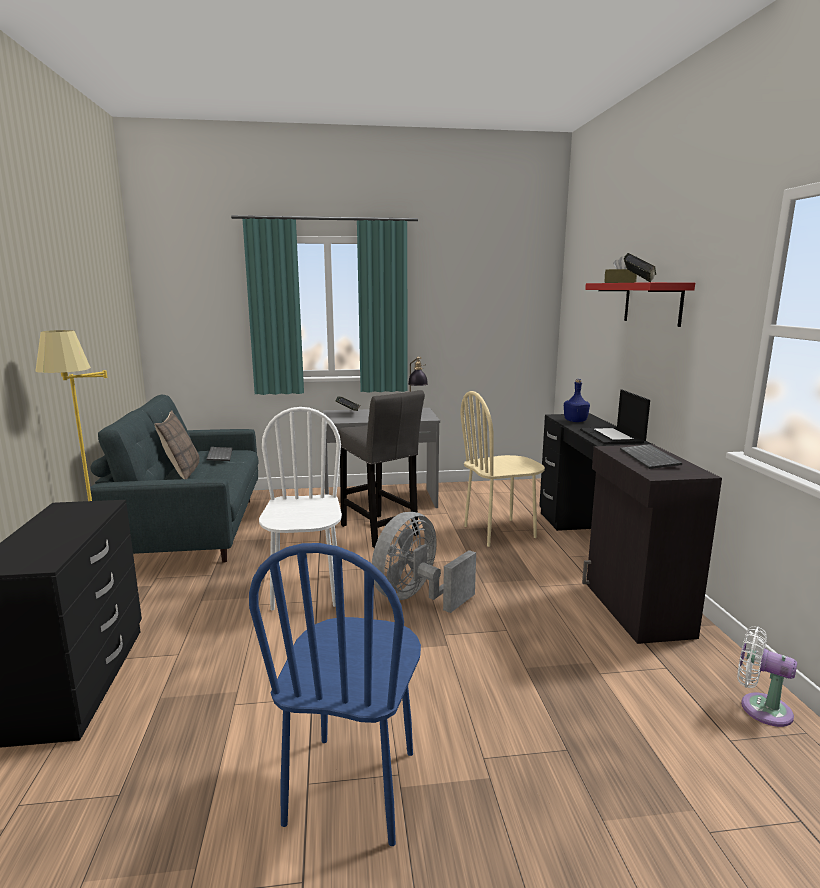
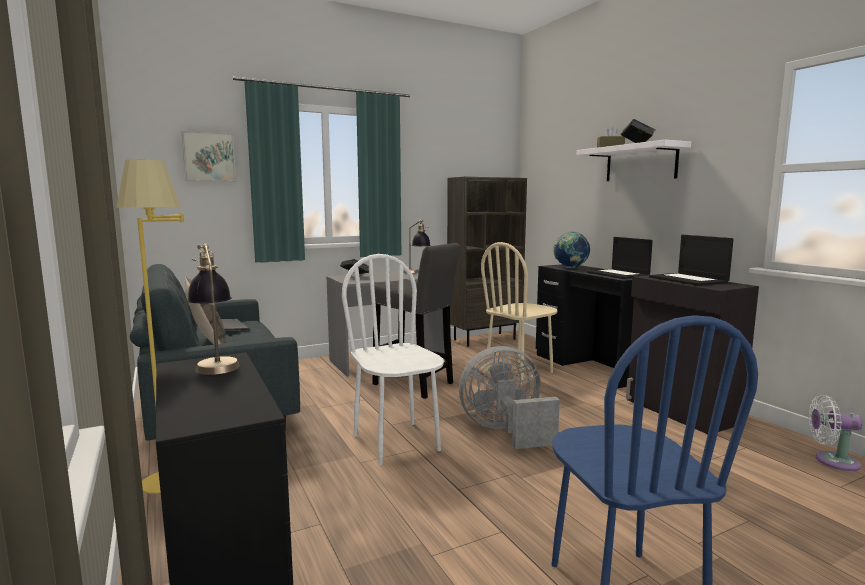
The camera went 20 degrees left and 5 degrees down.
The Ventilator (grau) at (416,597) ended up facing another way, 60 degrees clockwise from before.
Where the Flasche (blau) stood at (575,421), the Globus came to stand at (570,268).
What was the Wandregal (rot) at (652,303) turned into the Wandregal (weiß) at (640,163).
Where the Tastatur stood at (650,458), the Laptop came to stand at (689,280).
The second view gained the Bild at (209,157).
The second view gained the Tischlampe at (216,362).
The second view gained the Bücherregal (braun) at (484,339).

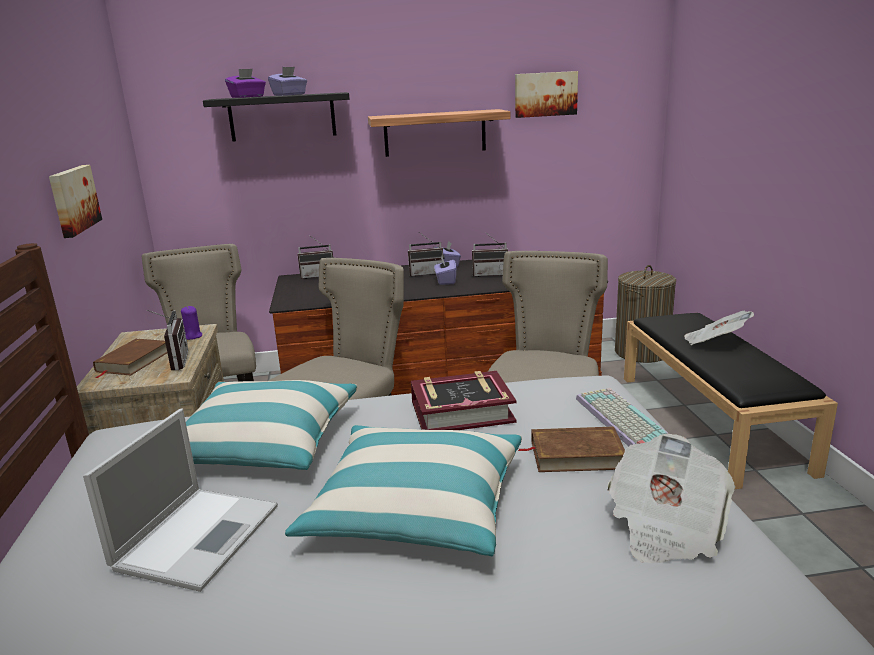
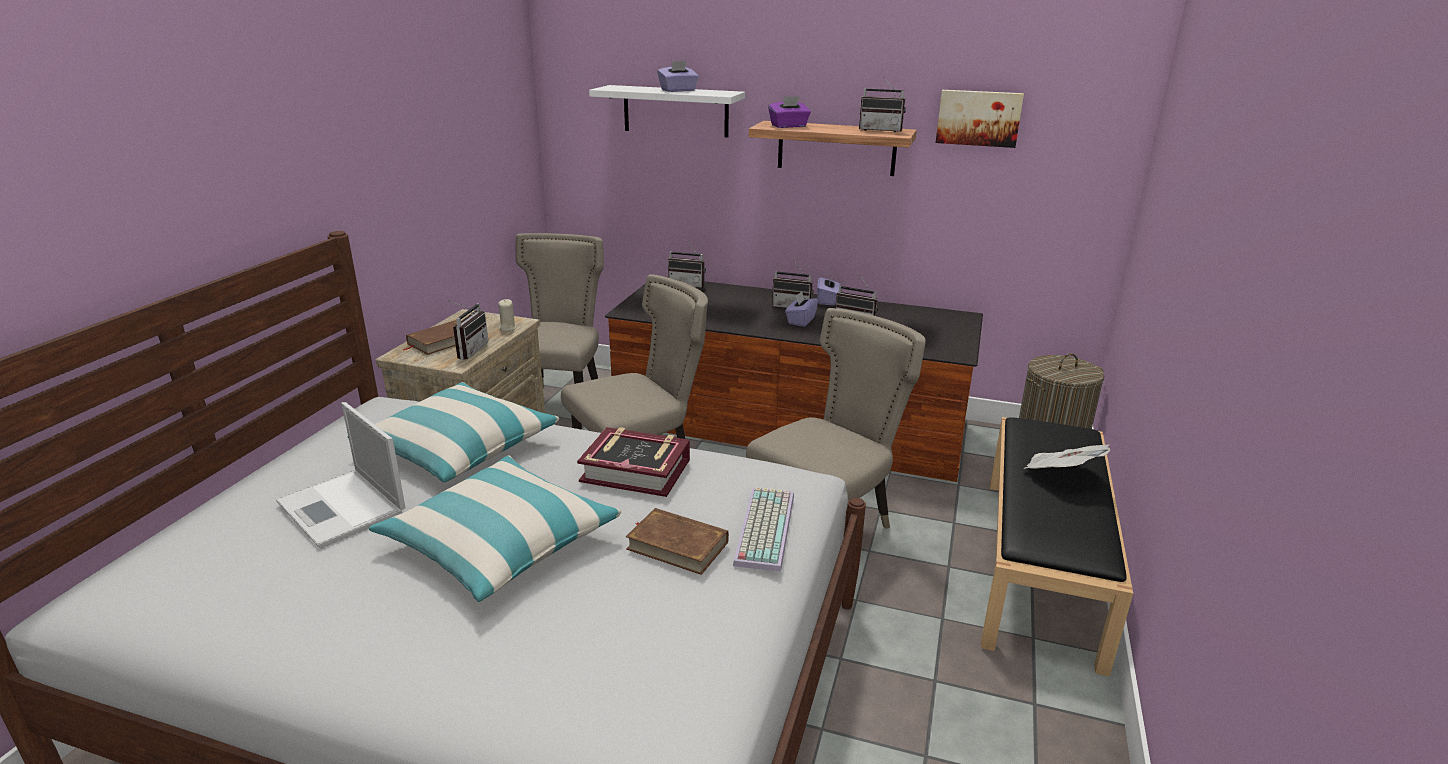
The camera went 25 degrees right and 5 degrees up.
The second view lost the Bild at (73,200).
The Laptop at (199,535) ended up facing another way, 90 degrees clockwise from before.
What was the Kerze (lila) at (192,336) turned into the Kerze (beige) at (507,328).
What was the Wandregal (schwarz) at (282,117) turned into the Wandregal (weiß) at (675,111).
The Taschentuchbox (lila) ended up elsewhere, having gone from (247,97) to (788,126).
The second view lost the Zeitung at (665,527).
The second view gained the Radio at (881,130).

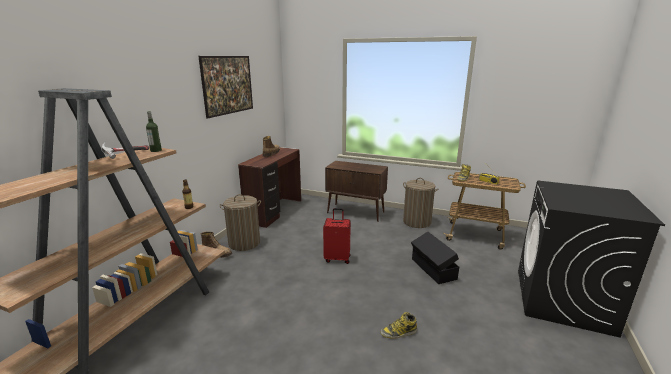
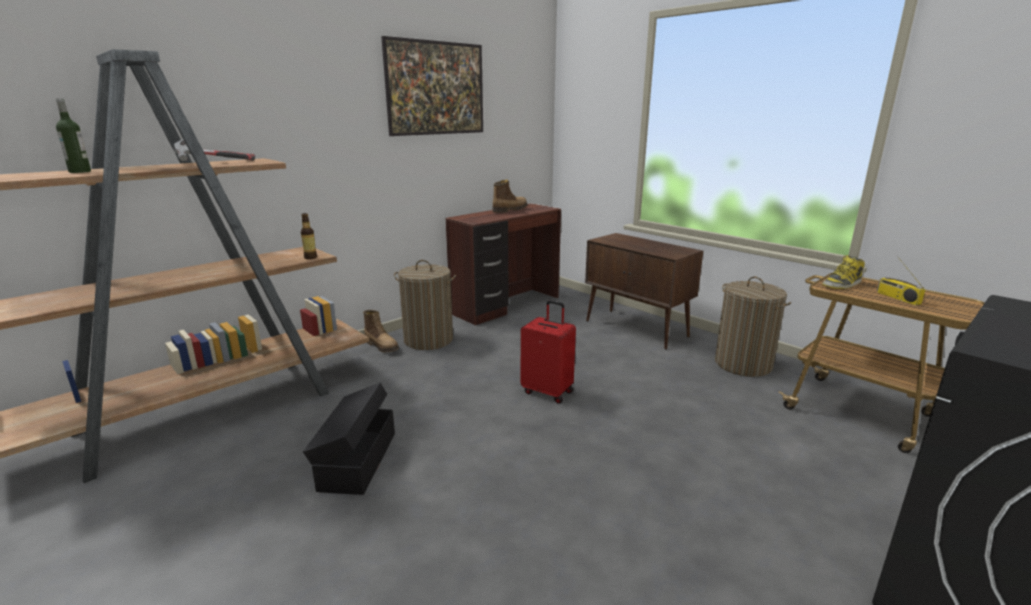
The camera went 25 degrees right and 0 degrees up.
The Flasche ended up elsewhere, having gone from (156,150) to (80,171).
The second view lost the Stiefel at (398,332).
The Aufbewahrungsbox (schwarz) ended up elsewhere, having gone from (433,269) to (356,461).

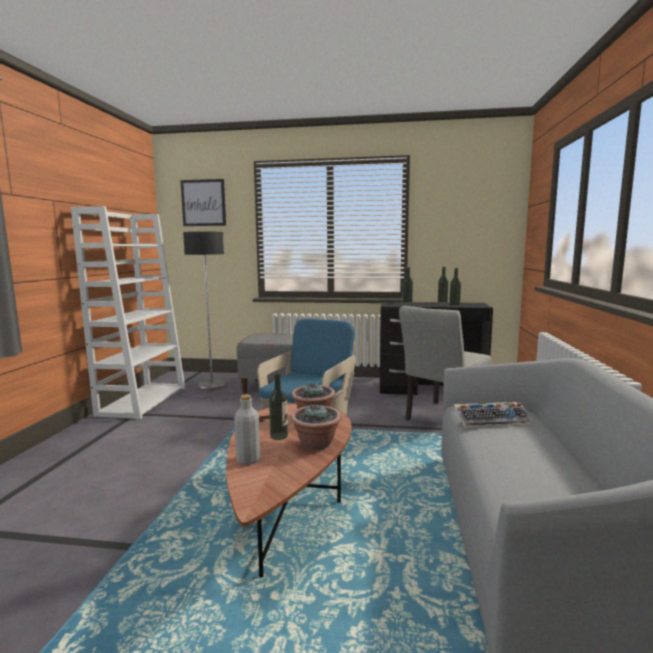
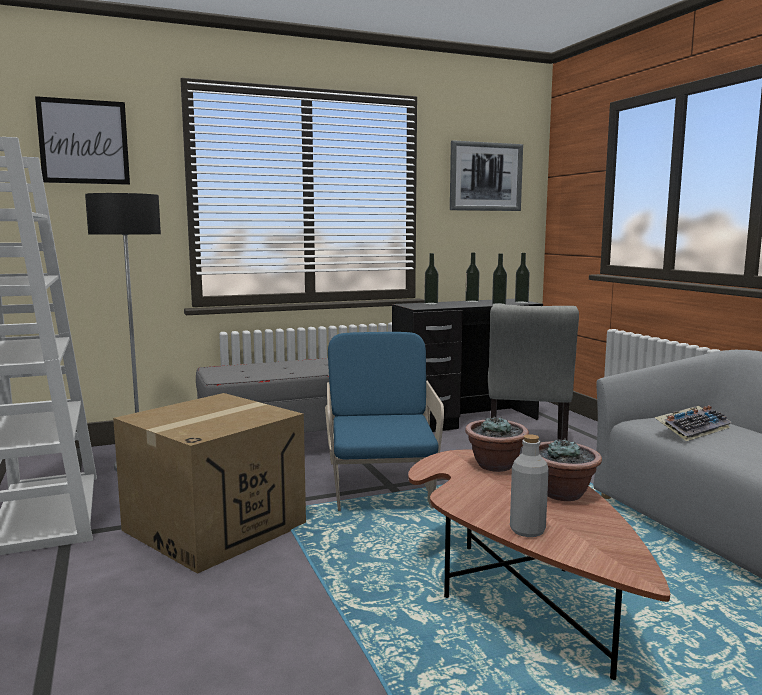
The camera went 30 degrees left and 0 degrees up.
The Flasche ended up elsewhere, having gone from (279,436) to (521,302).
The second view gained the Karton at (214,527).
The second view gained the Bild at (485,177).

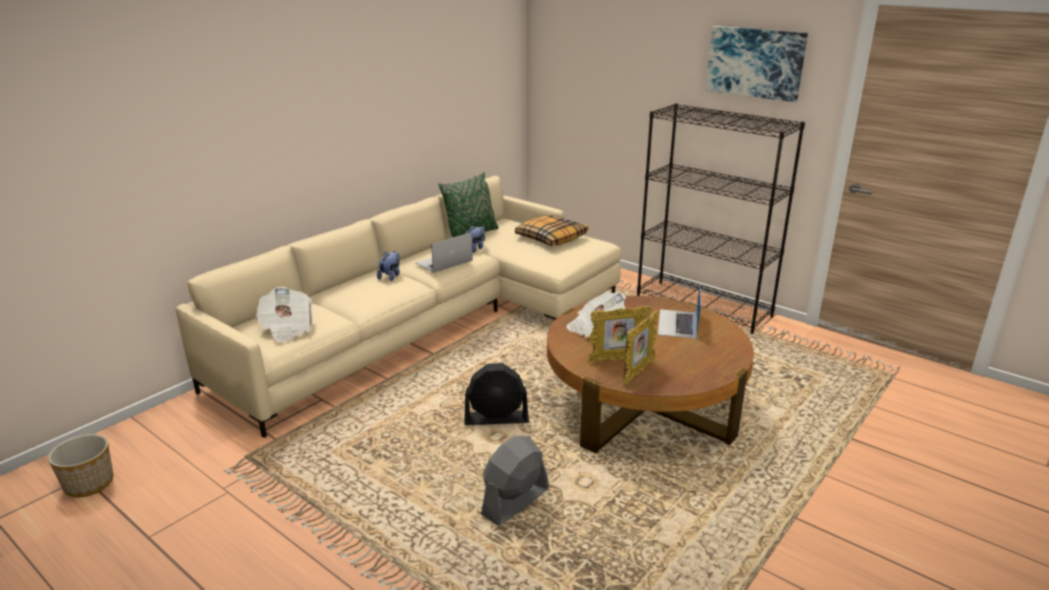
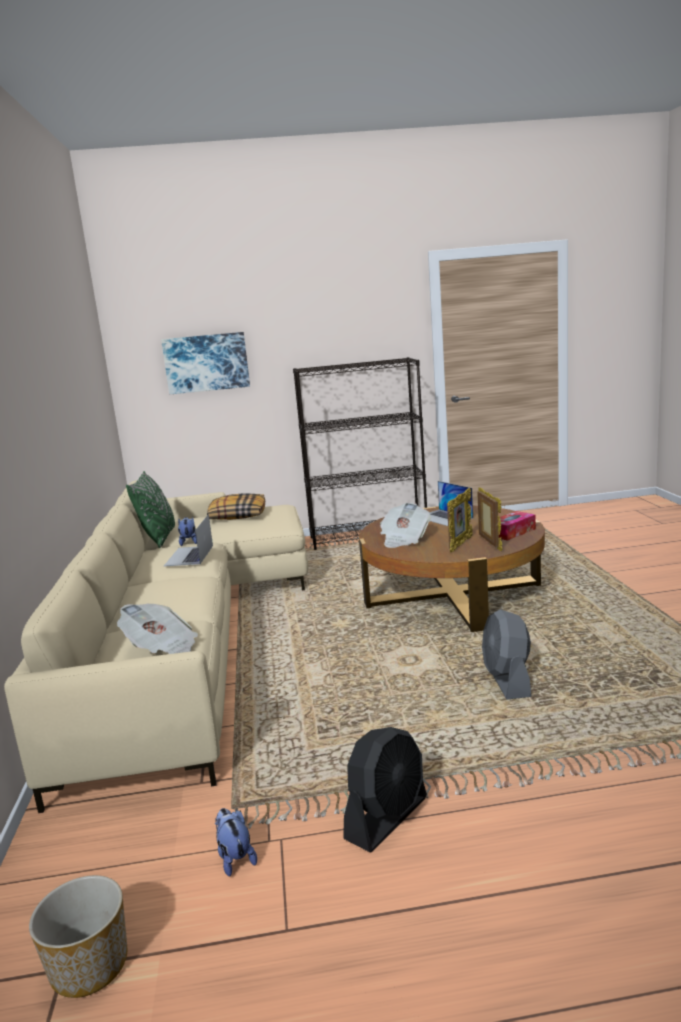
The camera went 45 degrees left and 10 degrees down.
The Plüschtier ended up elsewhere, having gone from (390,276) to (235,858).
The Ventilator (schwarz) ended up elsewhere, having gone from (496,419) to (387,818).
The Bild ended up elsewhere, having gone from (755,62) to (206,363).
The second view gained the Taschentuchbox at (512,532).

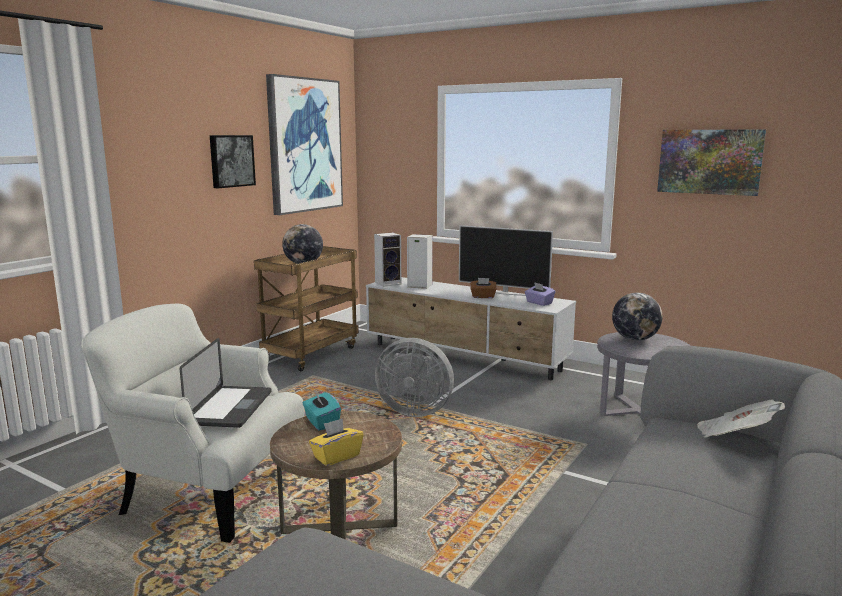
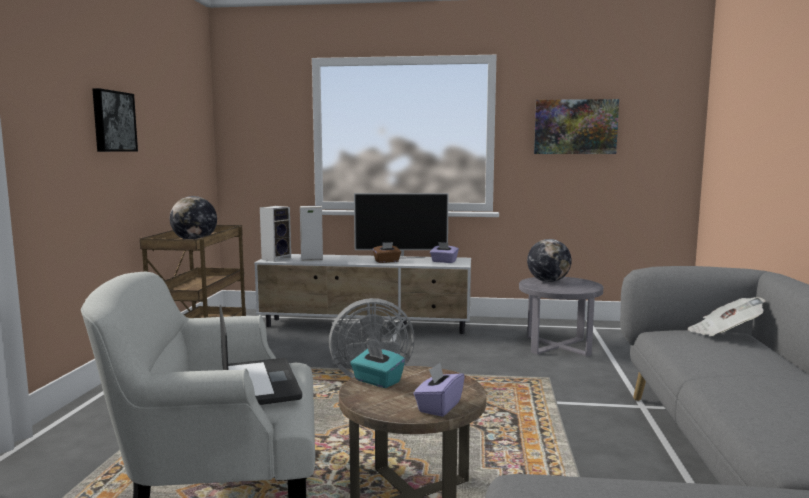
The camera went 25 degrees left and 5 degrees down.
The second view lost the Bild at (304,145).
What was the Taschentuchbox (gelb) at (336,456) turned into the Taschentuchbox (lila) at (439,406).

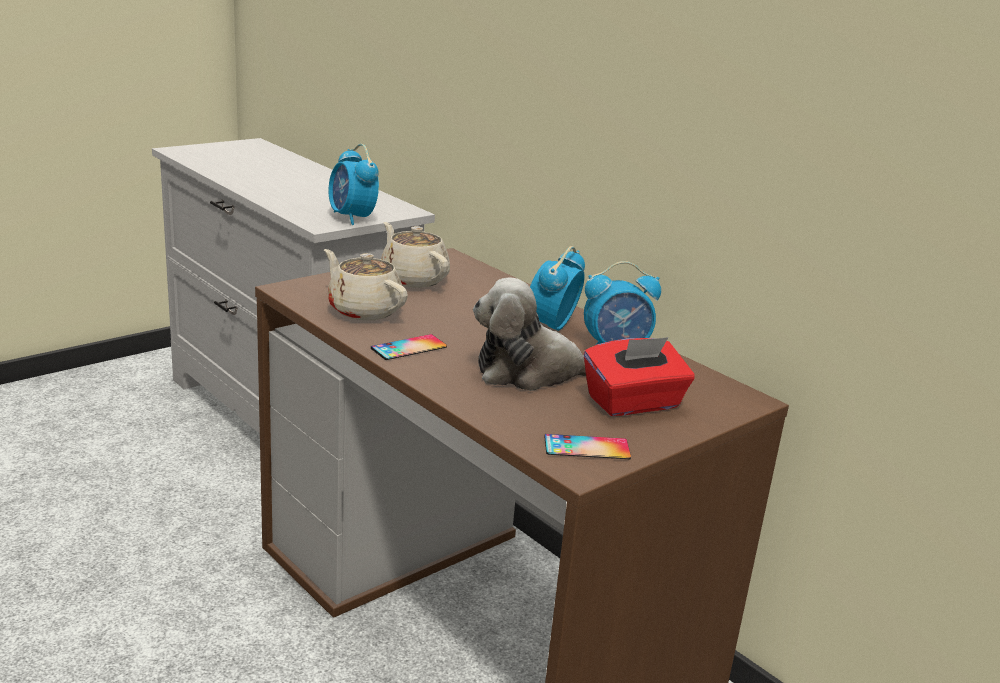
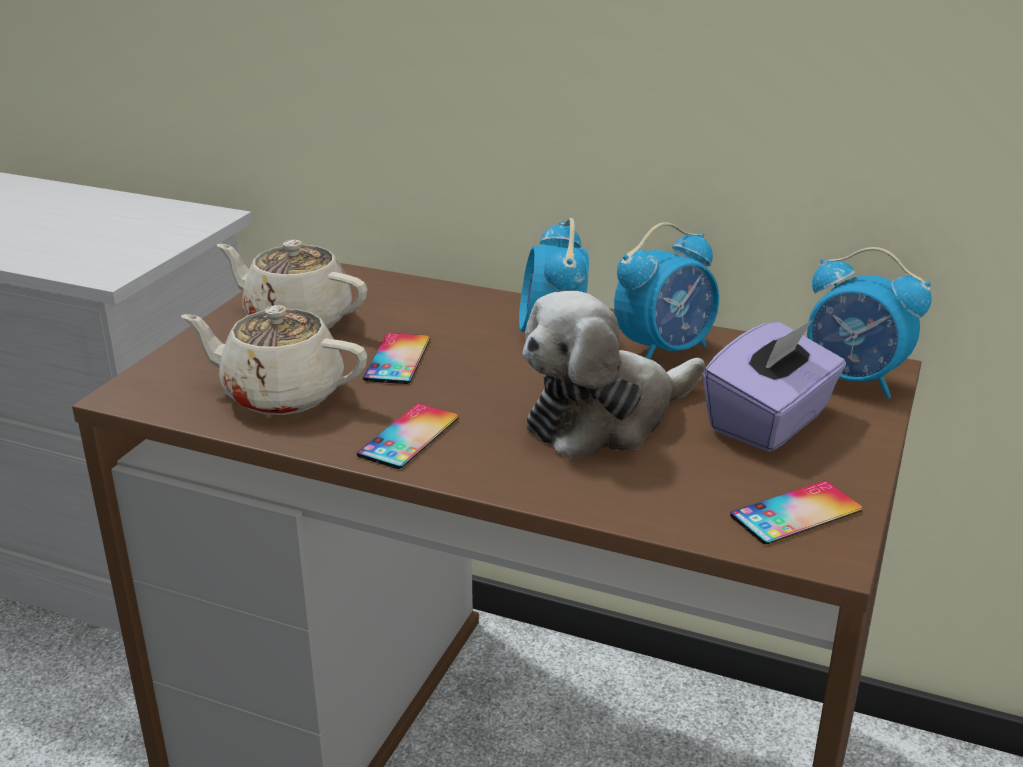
The camera went 25 degrees left and 5 degrees up.
The Wecker ended up elsewhere, having gone from (352,218) to (853,380).
What was the Taschentuchbox (rot) at (634,403) turned into the Taschentuchbox (lila) at (770,422).
The second view gained the Handy at (397,359).

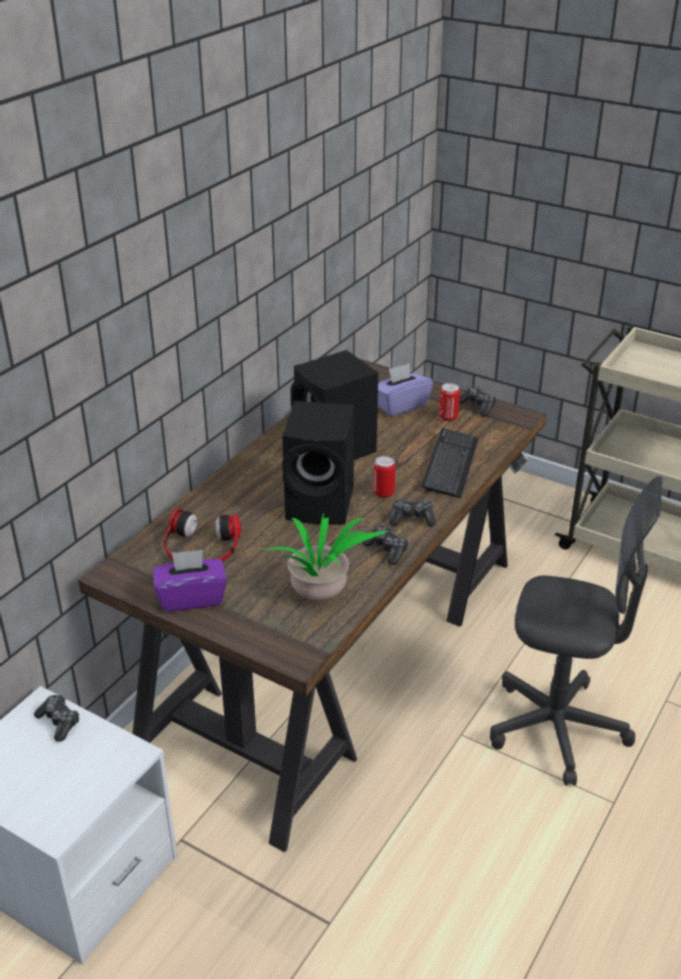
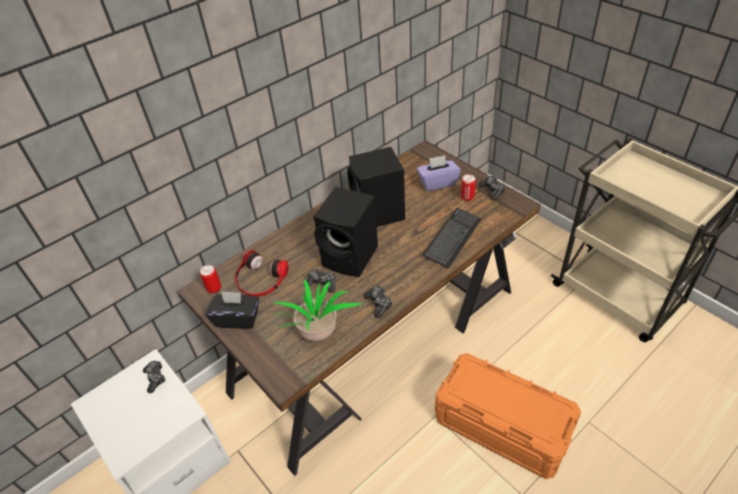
The camera went 20 degrees right and 10 degrees up.
What was the Taschentuchbox (lila) at (191,598) turned into the Taschentuchbox (schwarz) at (237,318).
The Dose ended up elsewhere, having gone from (383,493) to (214,288).
The Gamepad ended up elsewhere, having gone from (412,519) to (322,284).
Where the Bürostuhl (grau) stood at (557,728), the Aufbewahrungsbox (orange) came to stand at (502,426).

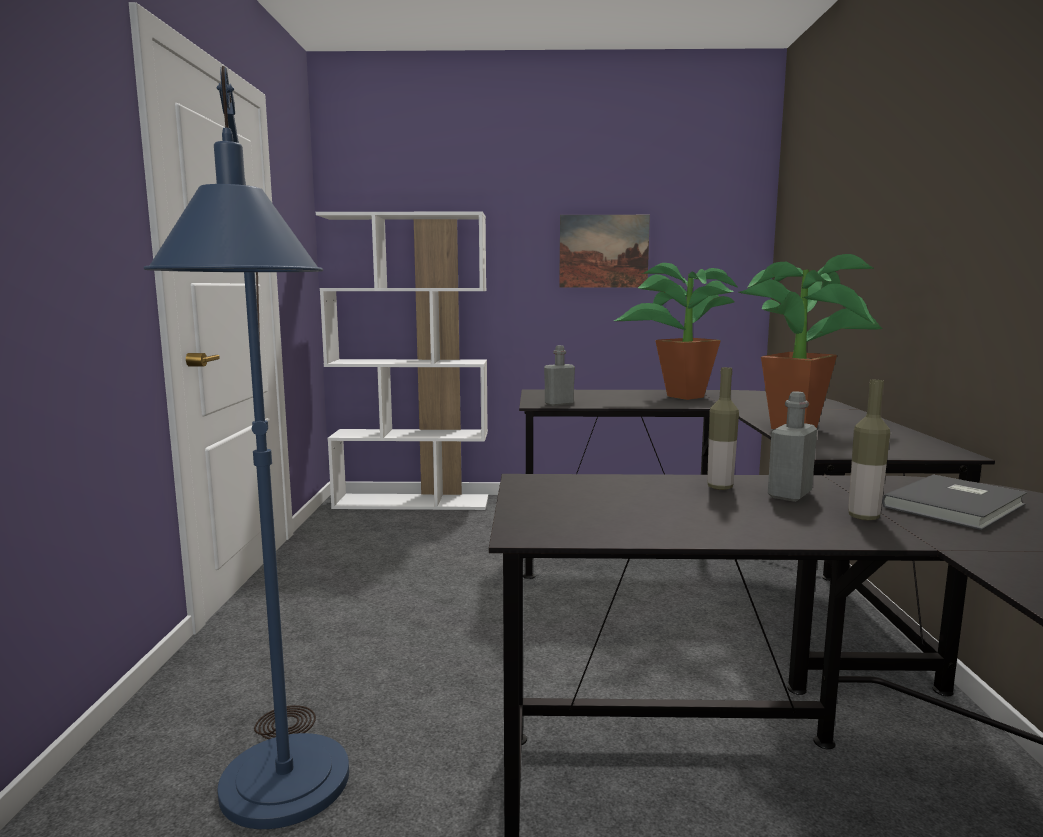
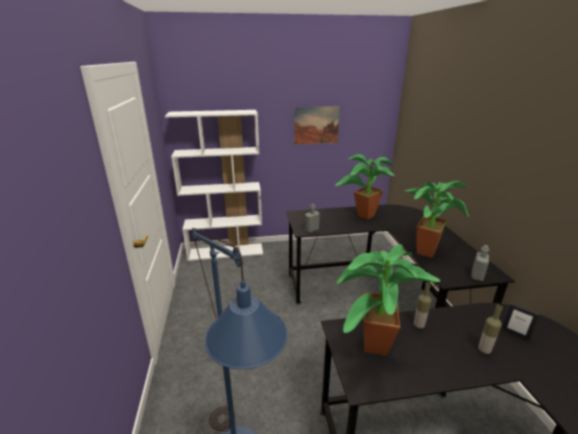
The camera went 10 degrees left and 15 degrees up.
The Flasche (grau) ended up elsewhere, having gone from (789,494) to (477,276).
Where the Buch (grau) stood at (958,506), the Bilderrahmen came to stand at (515,333).
The second view gained the Topfpflanze at (372,349).

